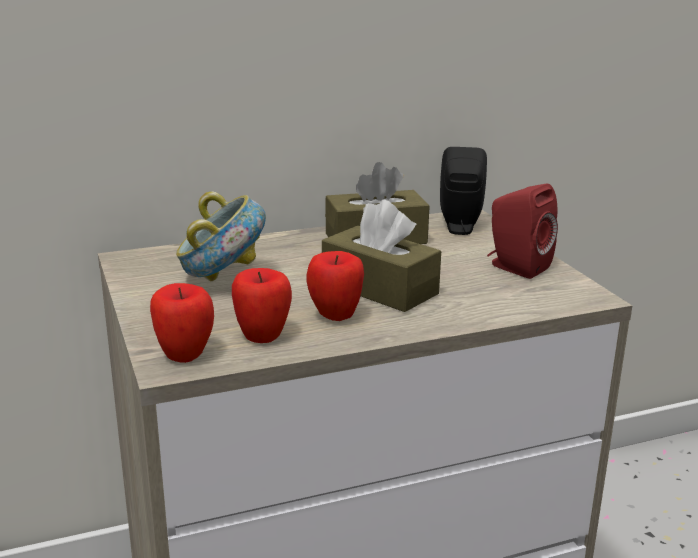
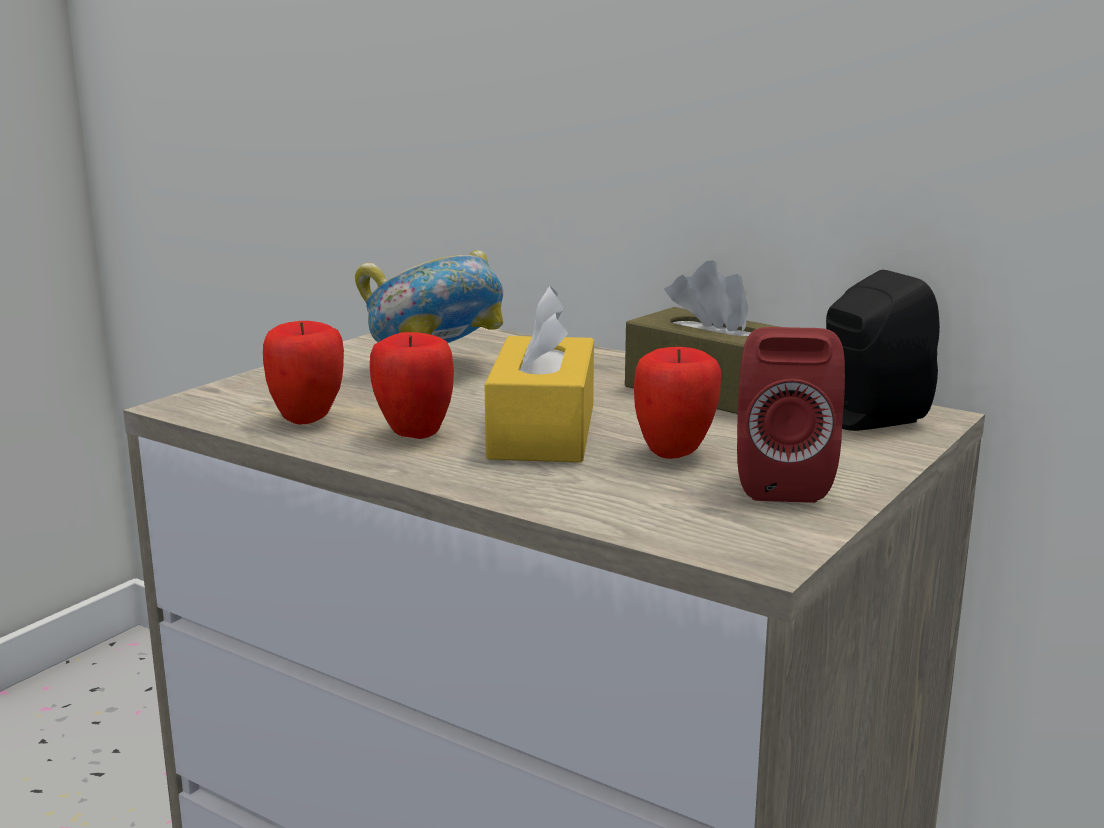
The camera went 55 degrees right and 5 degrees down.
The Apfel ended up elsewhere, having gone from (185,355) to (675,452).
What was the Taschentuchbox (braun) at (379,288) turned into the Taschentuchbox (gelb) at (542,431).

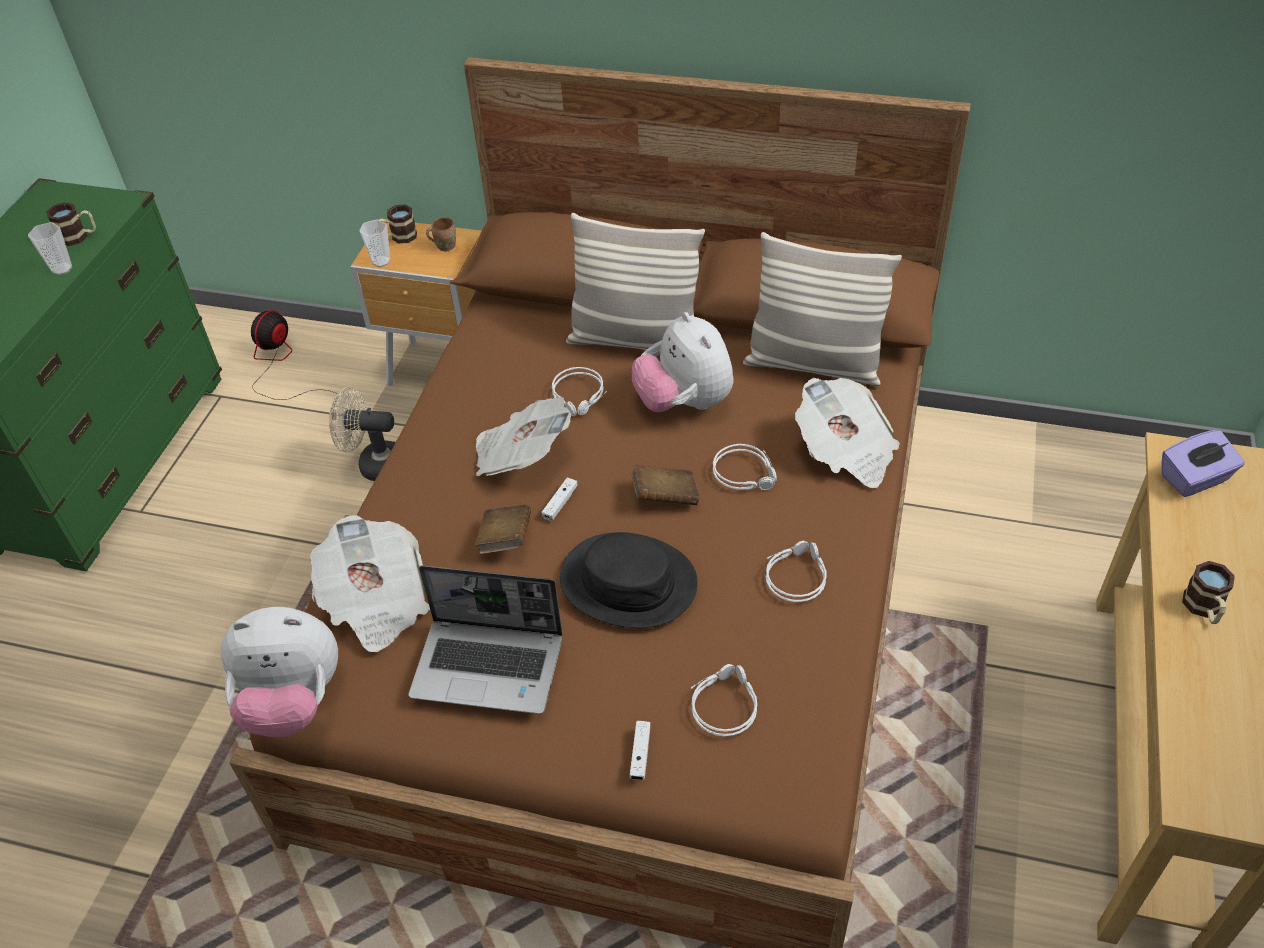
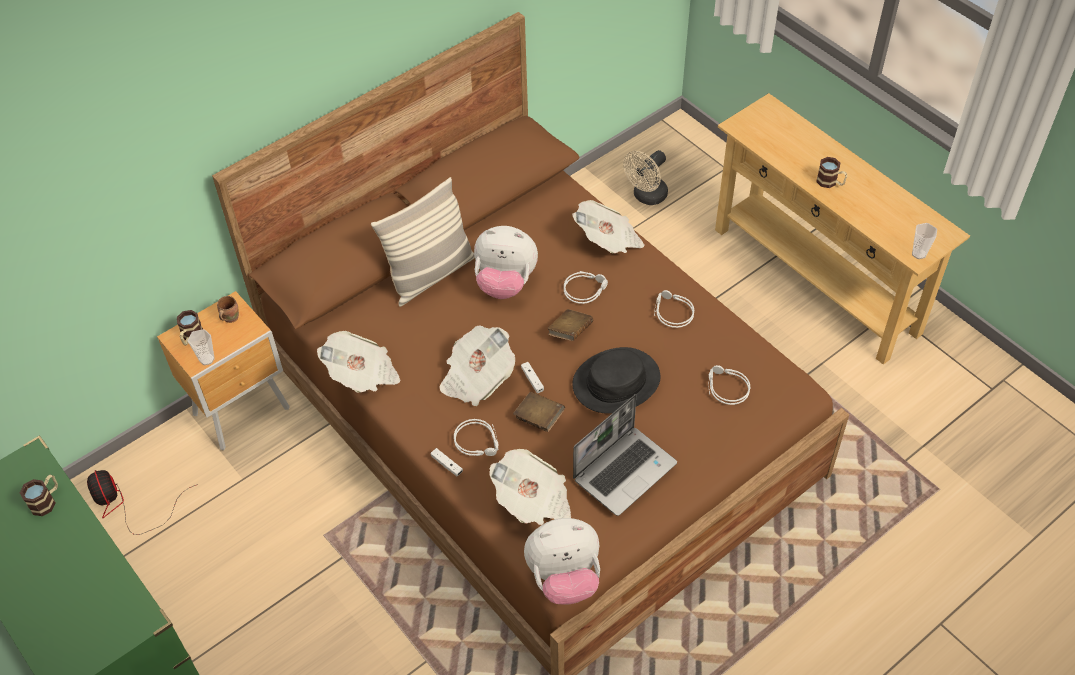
The camera went 55 degrees left and 5 degrees up.
The Tasse ended up elsewhere, having gone from (62,269) to (918,254).
The Plüschtier at (293,701) ended up facing another way, 45 degrees clockwise from before.
The Ventilator (beige) ended up elsewhere, having gone from (375,464) to (646,197).
The Kopfhörer (grau) ended up elsewhere, having gone from (580,396) to (478,441).
The Gamepad (weiß) ended up elsewhere, having gone from (640,754) to (447,465).
The second view lost the Kissen at (813,364).
The second view lost the Taschentuchbox (lila) at (1194,479).
The second view gained the Zeitung at (362,375).

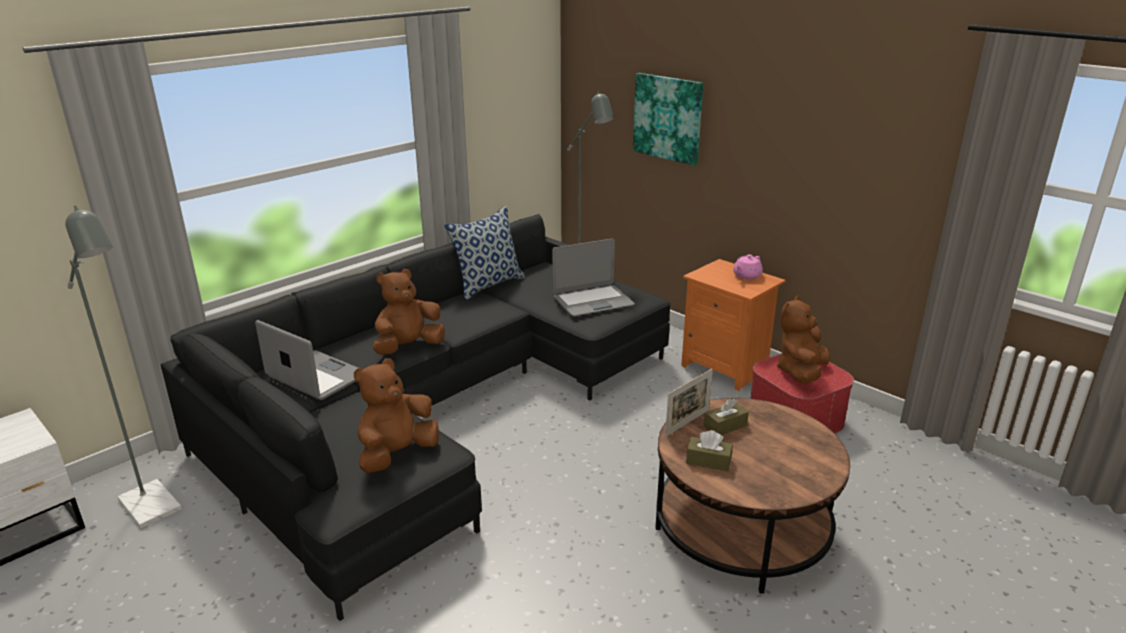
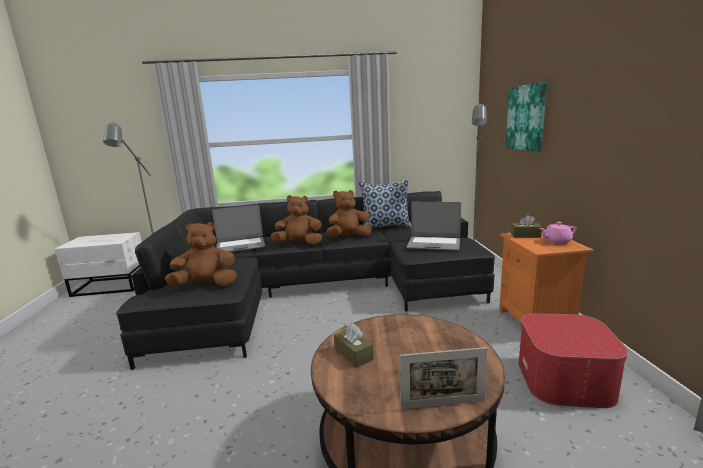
The camera went 40 degrees right and 10 degrees down.
The Laptop at (316,377) ended up facing another way, 90 degrees clockwise from before.
The Bilderrahmen ended up elsewhere, having gone from (687,422) to (442,405).
The Taschentuchbox (braun) ended up elsewhere, having gone from (725,426) to (525,235).
The Plüschtier (braun) ended up elsewhere, having gone from (801,372) to (349,237).

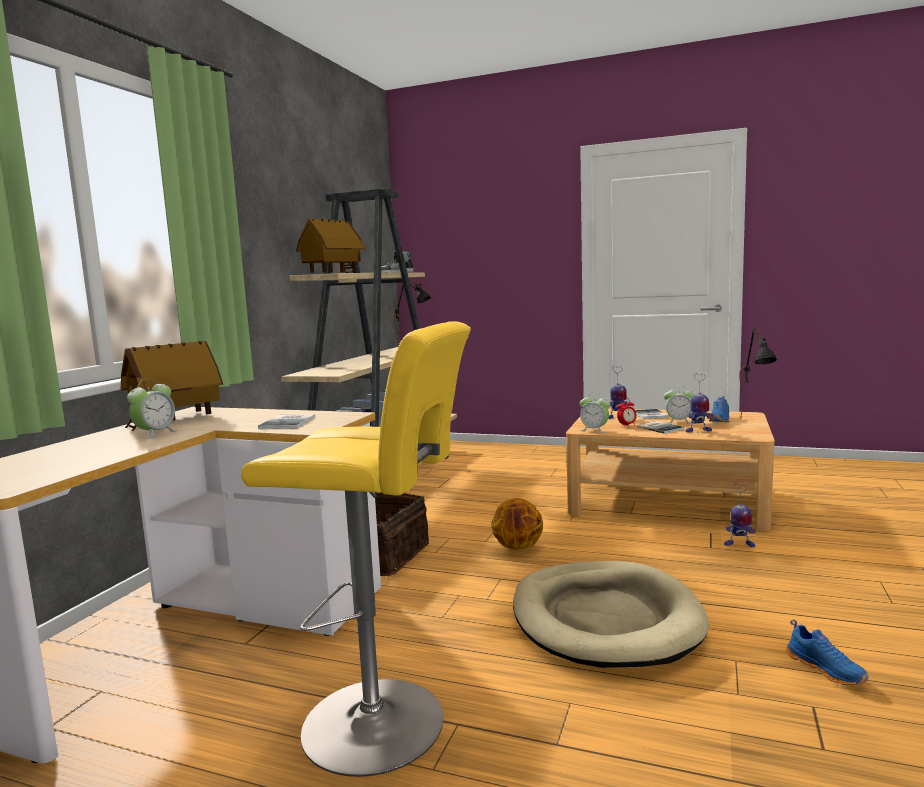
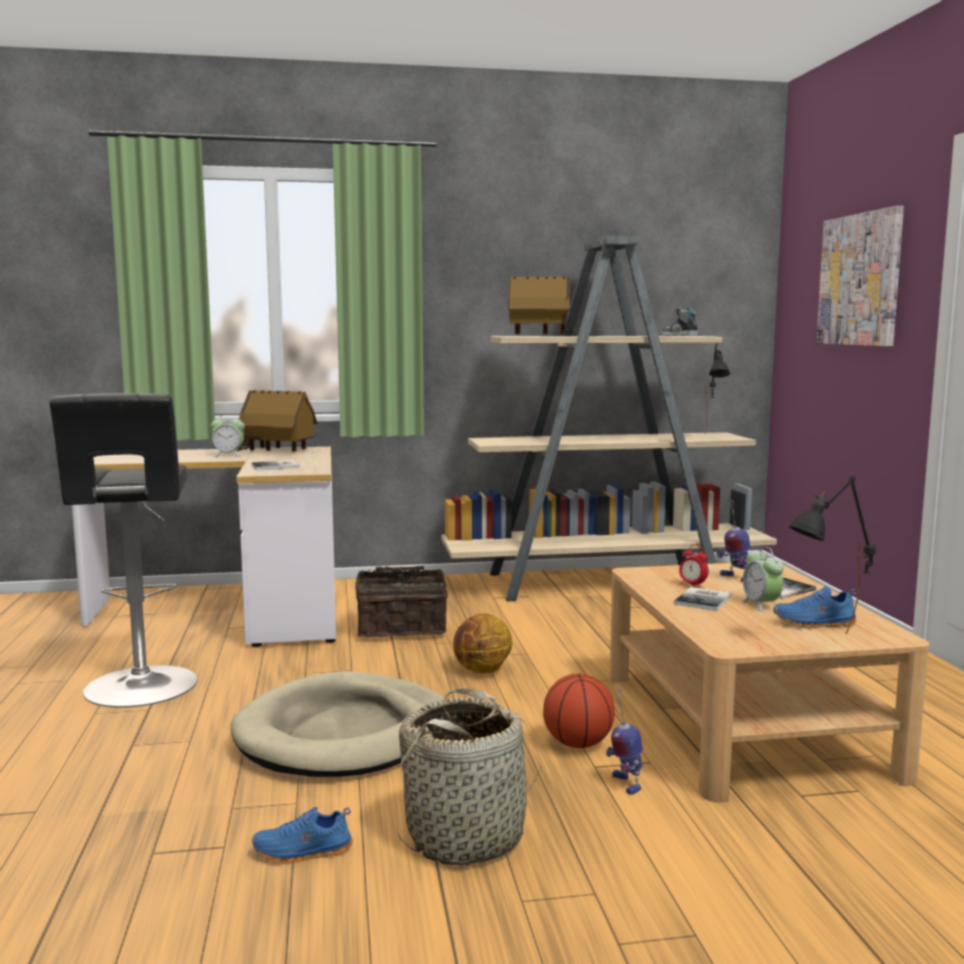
The camera went 60 degrees right and 0 degrees up.
What was the Hocker (gelb) at (384,725) turned into the Hocker (schwarz) at (140,689).
The second view lost the Wecker at (594,430).
The second view lost the Spielzeugroboter at (698,431).
The Schuh (blau) at (826,669) ended up facing another way, 45 degrees clockwise from before.
The second view gained the Korb at (466,836).
The second view gained the Basketball at (578,744).
The second view gained the Bild at (860,280).

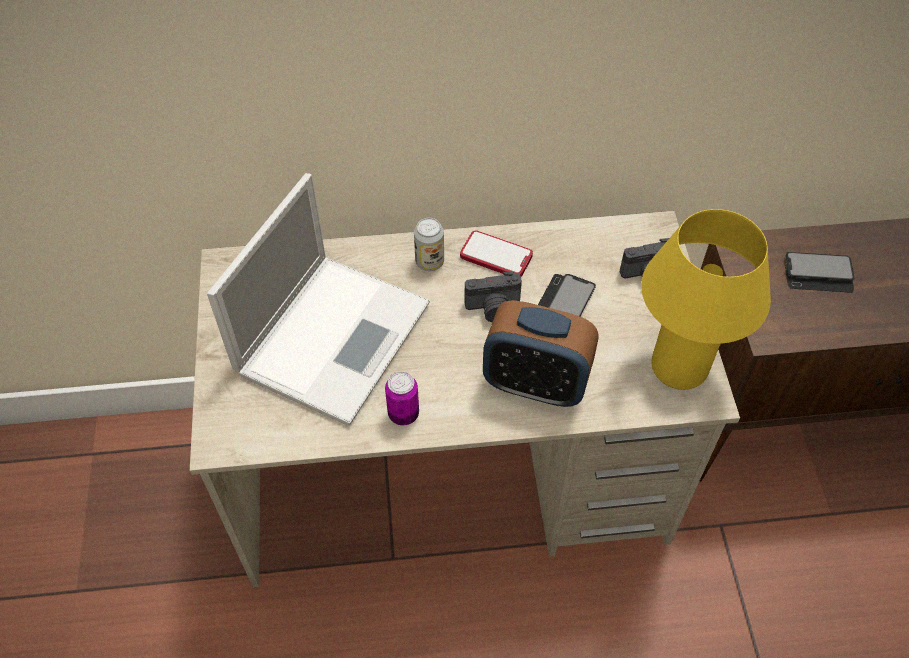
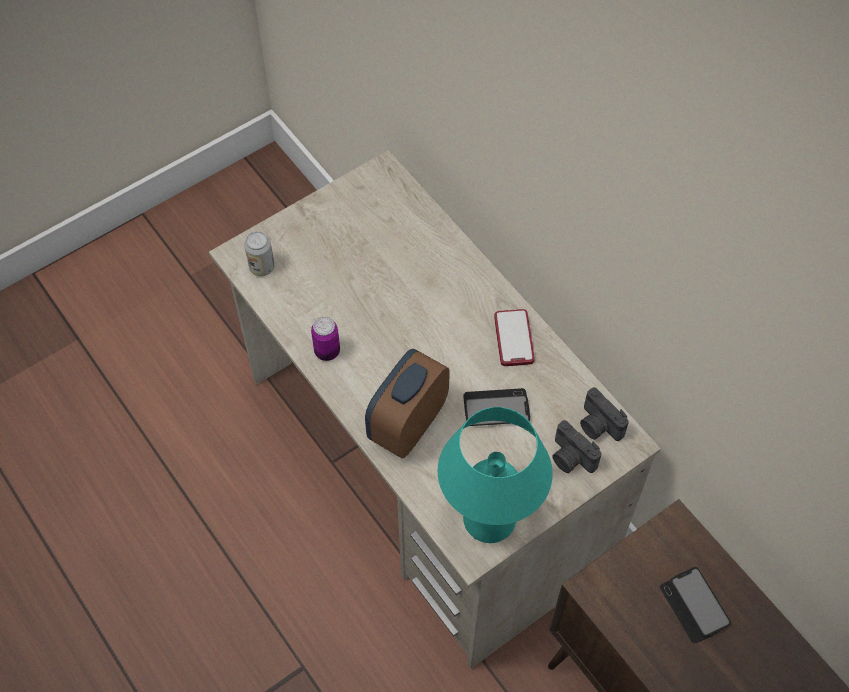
The camera went 60 degrees right and 5 degrees up.
The second view lost the Laptop at (335,334).
The Dose ended up elsewhere, having gone from (429,262) to (262,267).
The Kamera ended up elsewhere, having gone from (493,308) to (598,425).
The Wecker at (535,384) ended up facing another way, 45 degrees clockwise from before.
What was the Tischlampe (gelb) at (679,367) turned into the Tischlampe (türkis) at (489,519).

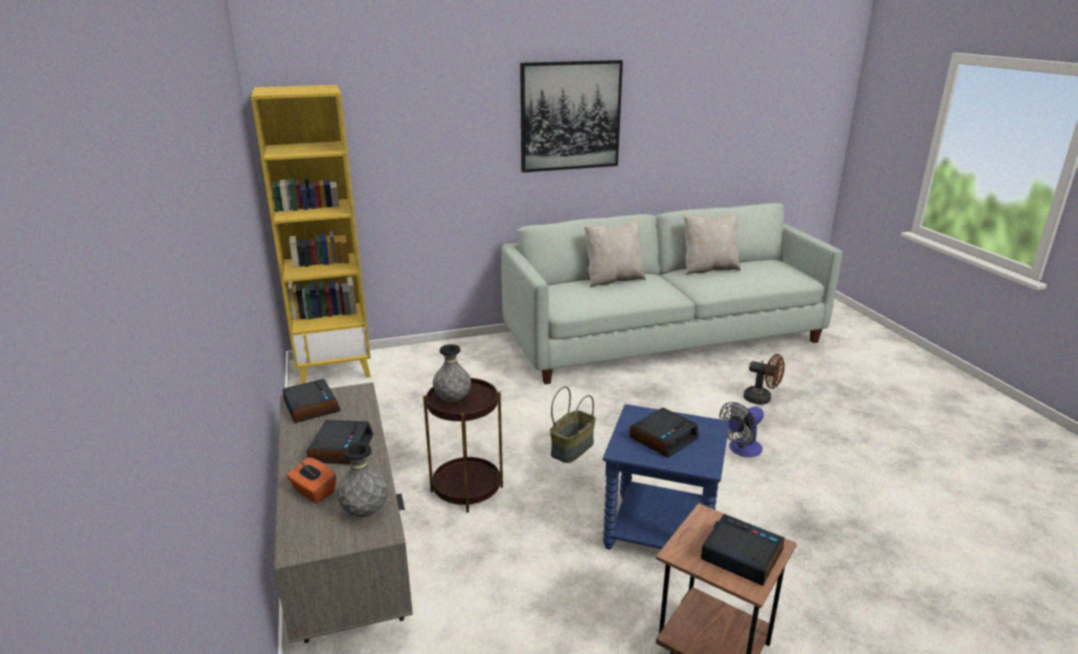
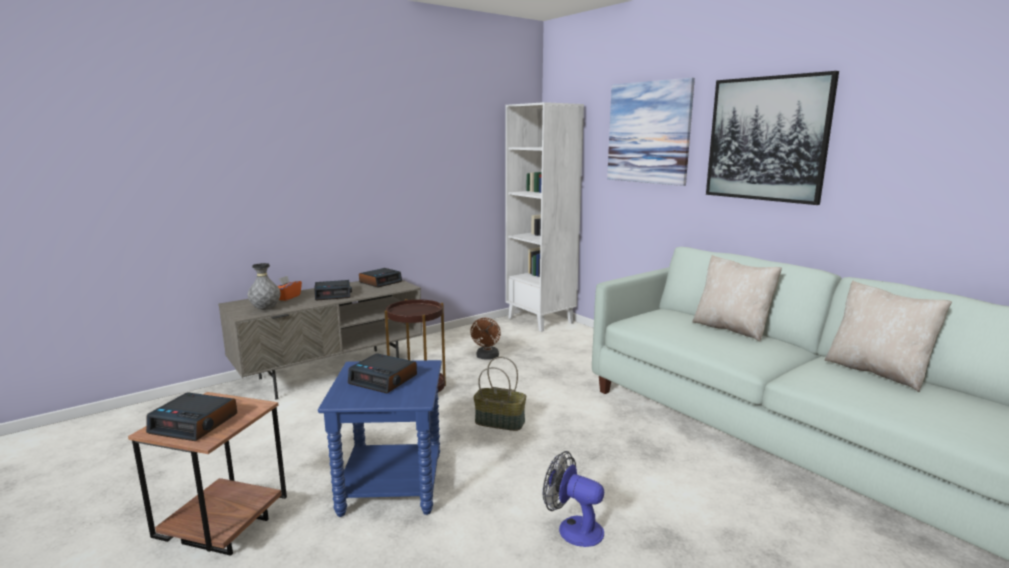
The camera went 70 degrees right and 10 degrees down.
What was the Bücherregal (gelb) at (335,368) turned into the Bücherregal (weiß) at (541,320).
The second view lost the Vase (grau) at (453,400).
The Wecker at (740,556) ended up facing another way, 90 degrees clockwise from before.
The Ventilator (braun) ended up elsewhere, having gone from (761,399) to (487,357).
The second view gained the Bild at (648,133).

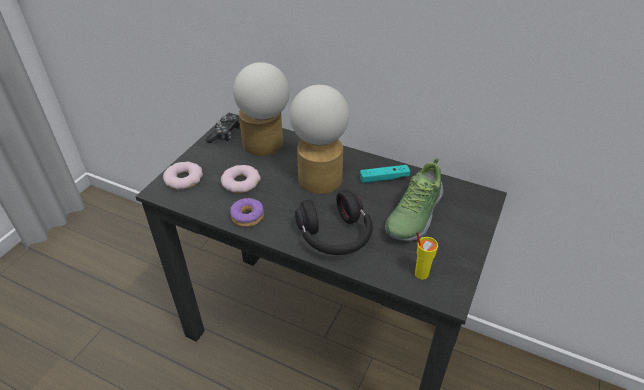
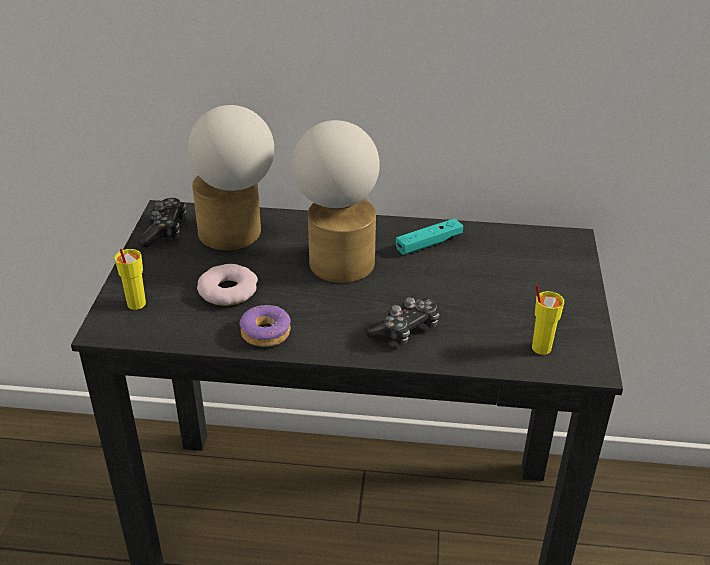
The camera went 20 degrees left and 5 degrees down.
Where the Donut stood at (184,179), the Tasse (gelb) came to stand at (136,304).
Where the Kopfhörer (schwarz) stood at (335,237), the Gamepad came to stand at (405,330).
The second view lost the Schuh at (413,215).

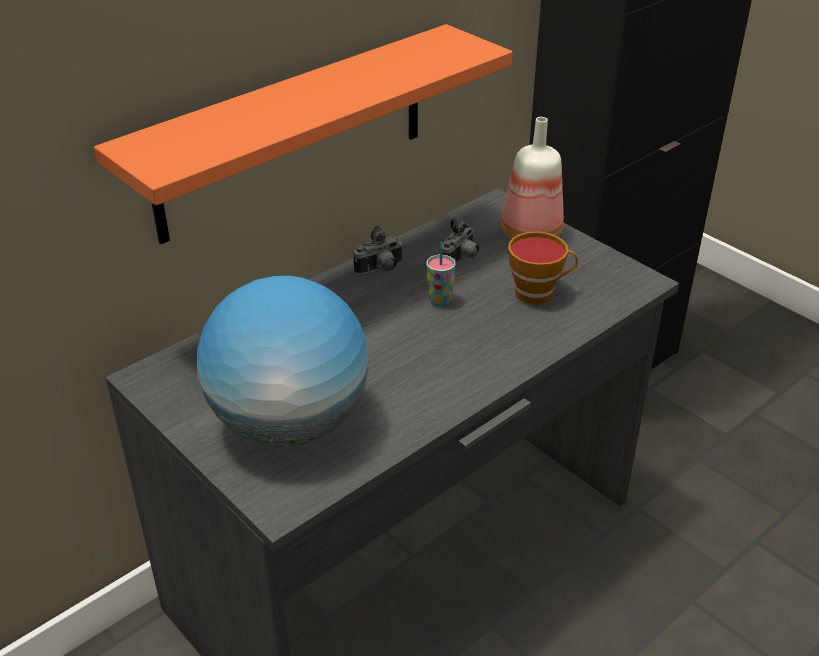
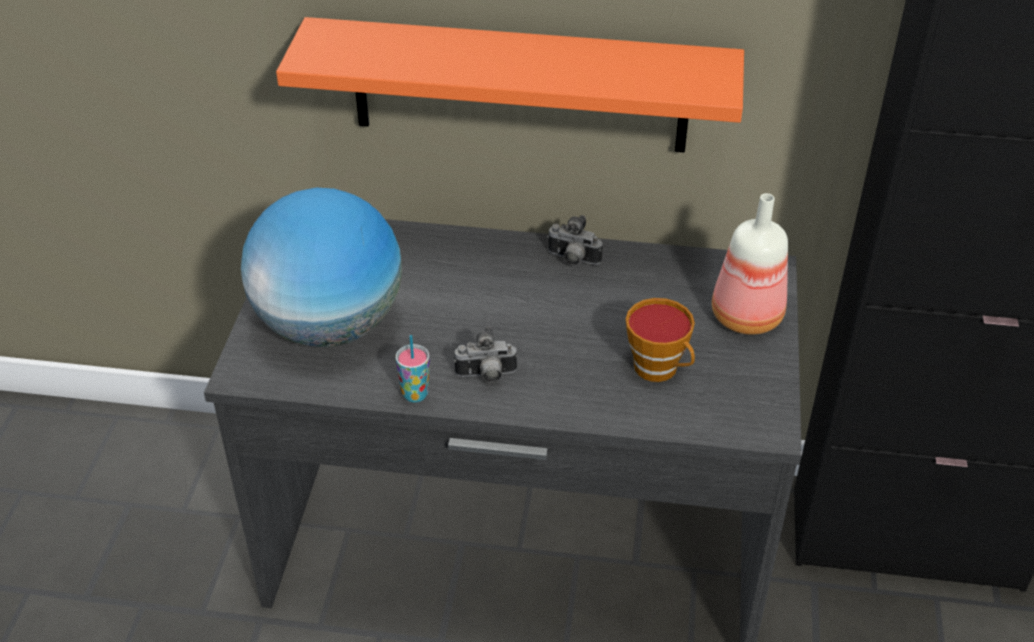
The camera went 50 degrees right and 5 degrees up.
The Tasse ended up elsewhere, having gone from (440,301) to (415,394).
The Kamera ended up elsewhere, having gone from (461,260) to (486,376).

